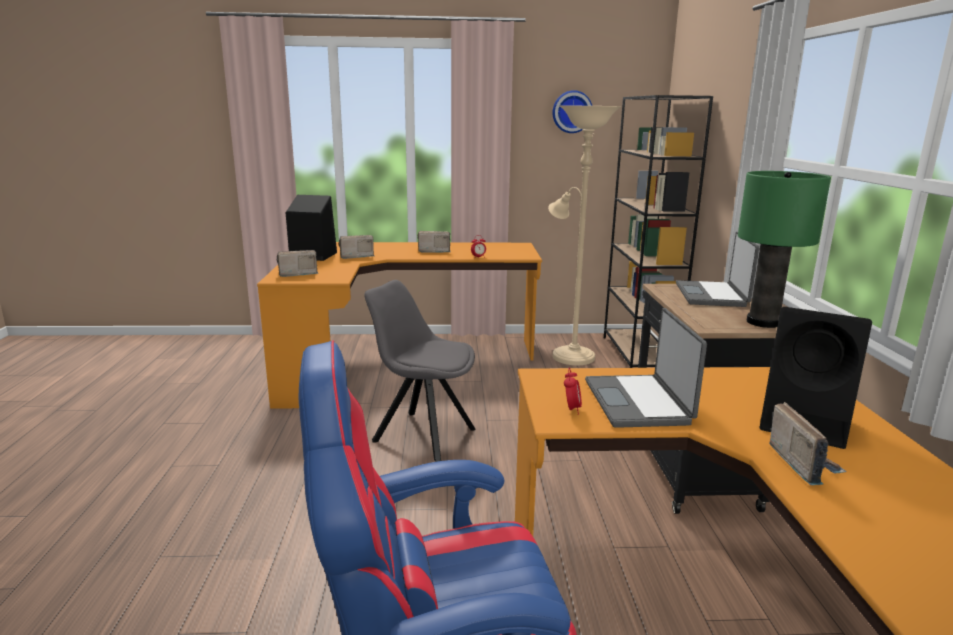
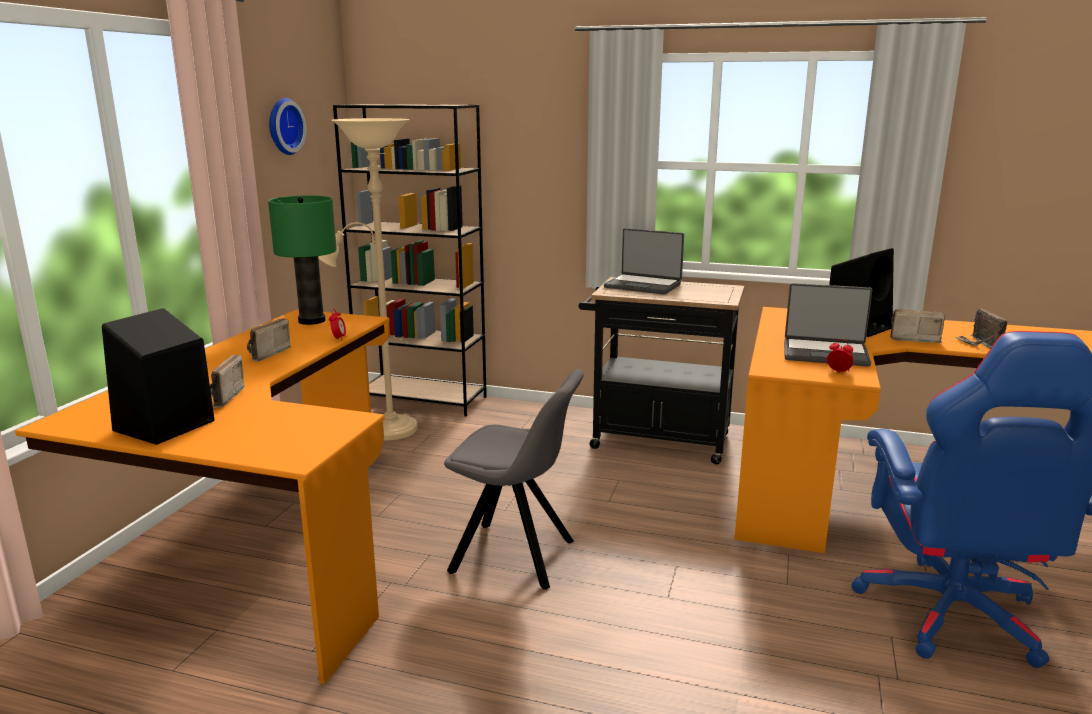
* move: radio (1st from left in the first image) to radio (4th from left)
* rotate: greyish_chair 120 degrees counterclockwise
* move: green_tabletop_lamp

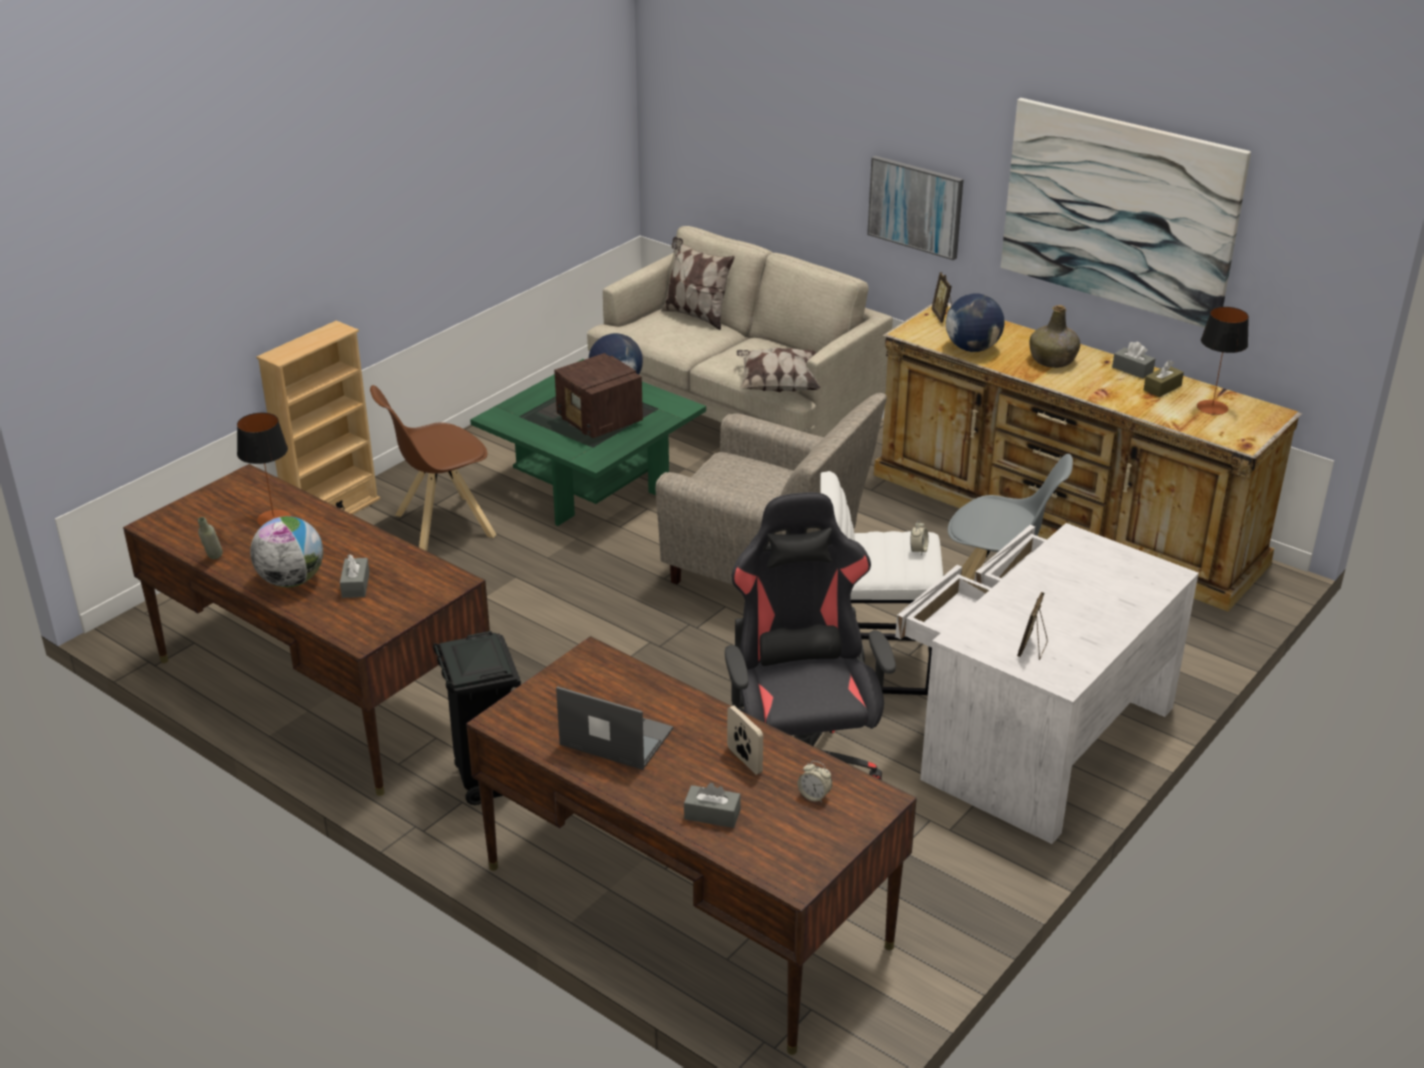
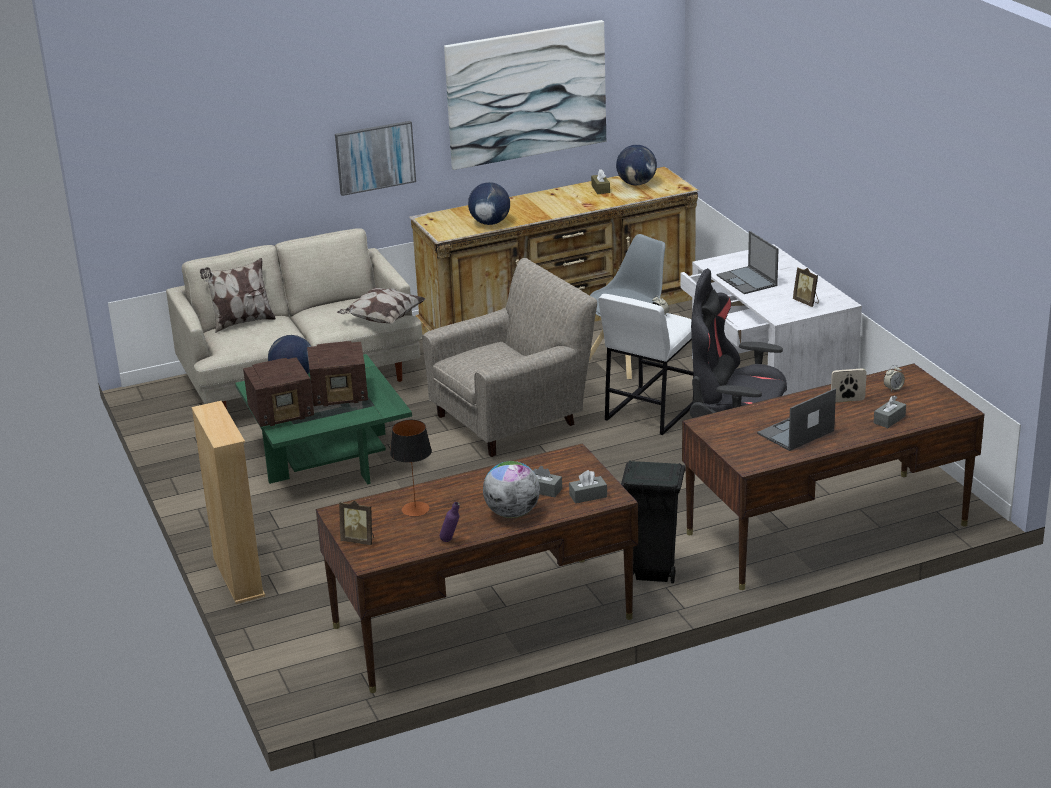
* recolor: greyish_drink_bottle to purple-coloured_drink_bottle
* delete: brownish_chair
* move: standing_frame (2nd from left in the first image) to standing_frame (1st from left)
* delete: green_drink_bottle
* move: greyish_tissue_box (3rd from left in the first image) to greyish_tissue_box (2nd from left)
* replace: tabletop_lamp (2nd from left) to world_globe (4th from left)
* insert: radio (1st from left)
* insert: portable_computer (1st from left)

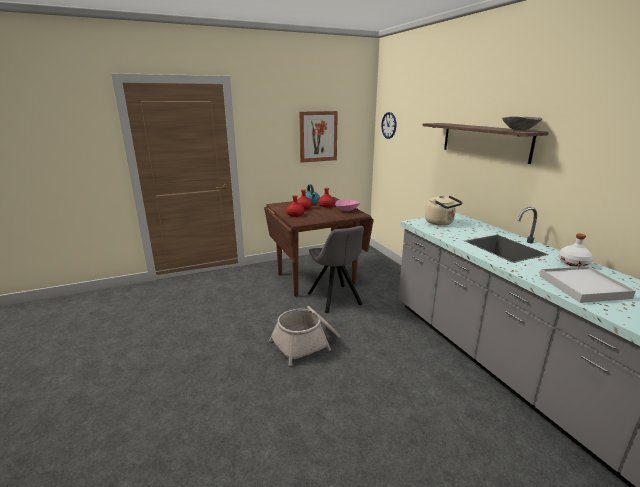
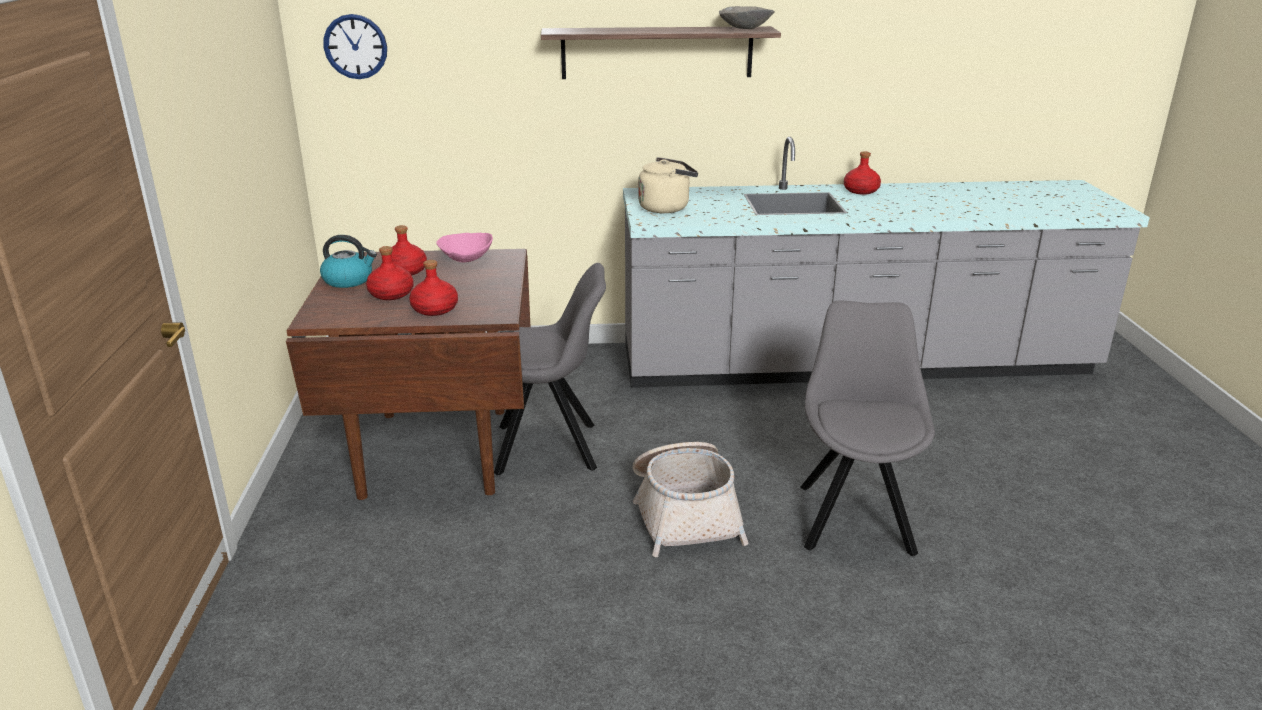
* delete: wall_art
* delete: white_carrying_tray
* recolor: white_drink_bottle to red_drink_bottle (4th from left)
* insert: greyish_chair (2nd from left)

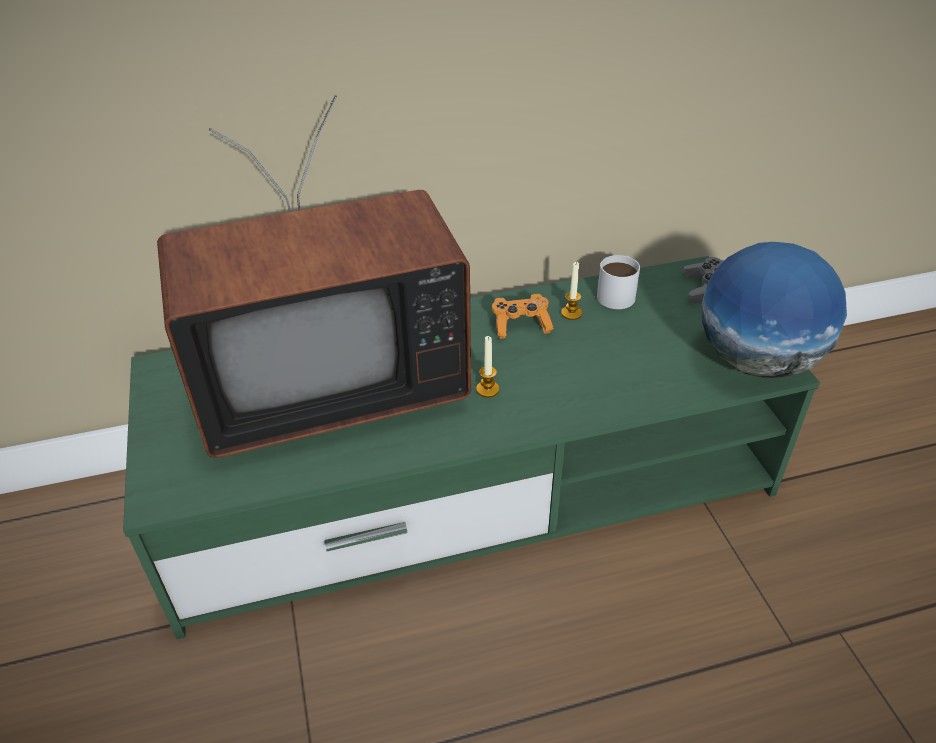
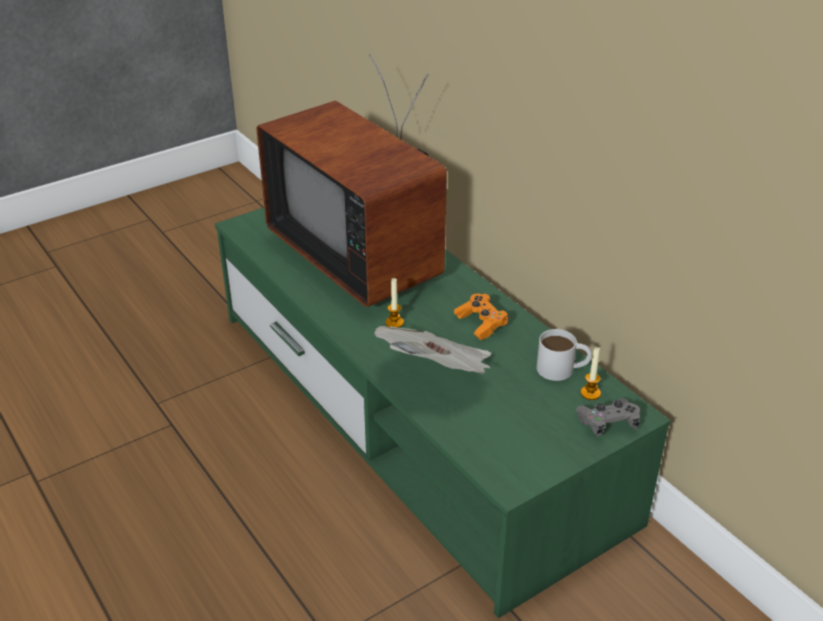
* move: candle (2nd from left)
* delete: world_globe
* insert: printed_paper

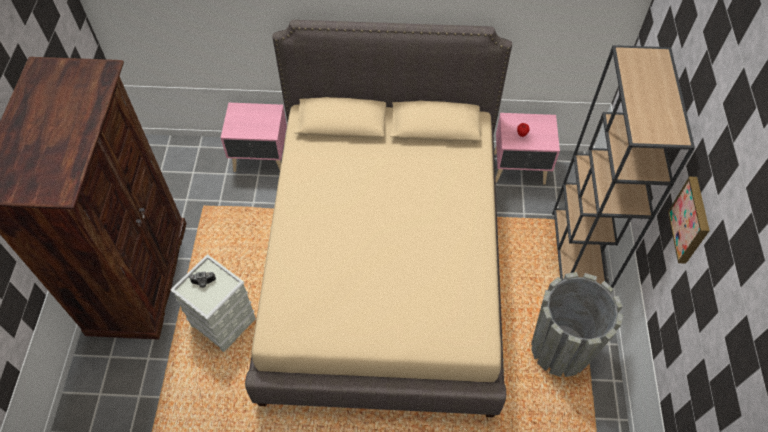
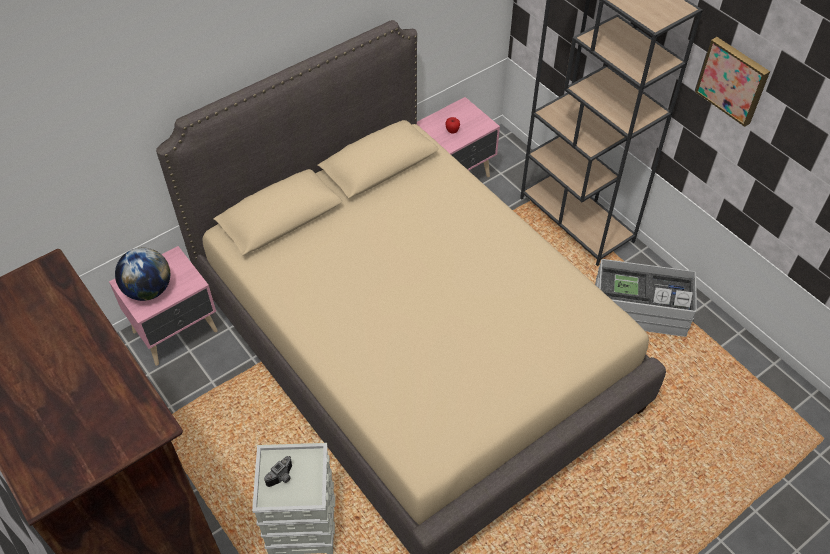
* replace: greyish_flower_pot to greyish_storage_box (2nd from left)
* insert: world_globe

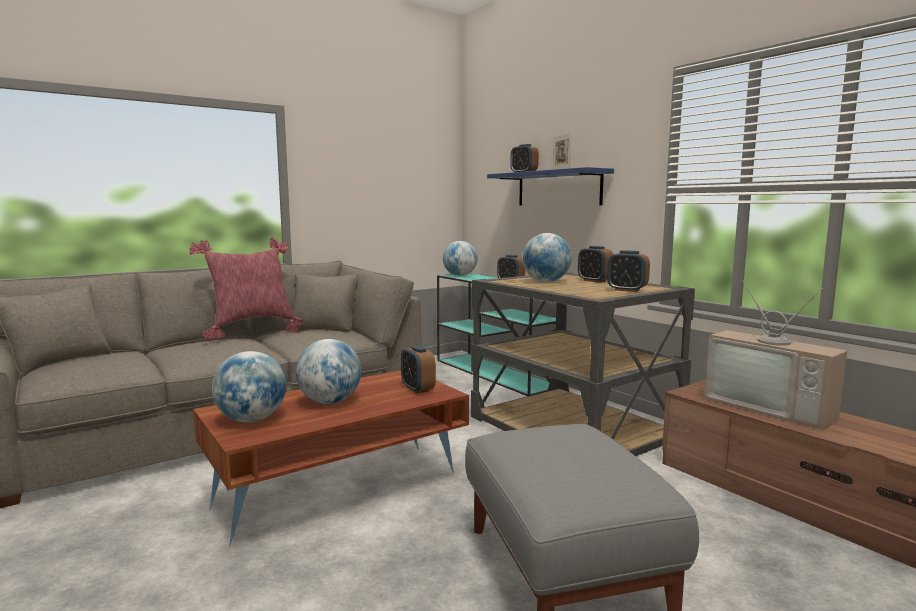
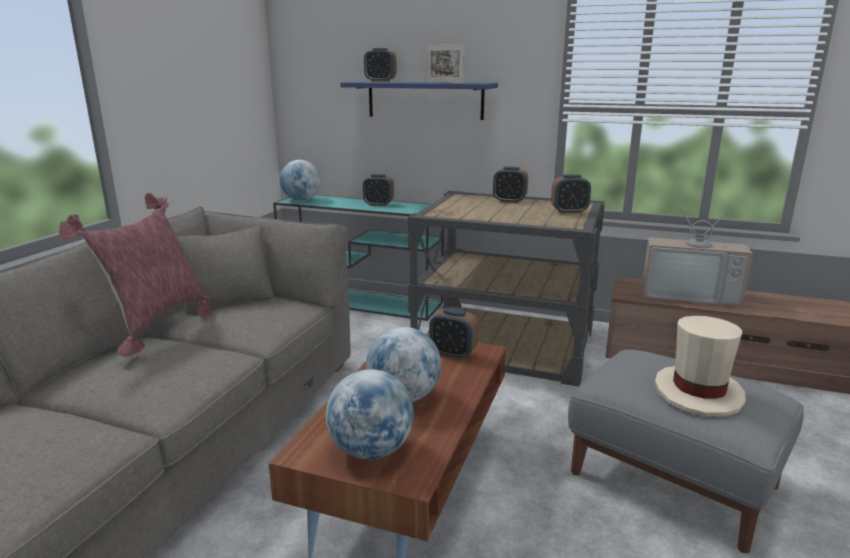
* delete: world_globe (4th from left)
* insert: beige_wearable_hat

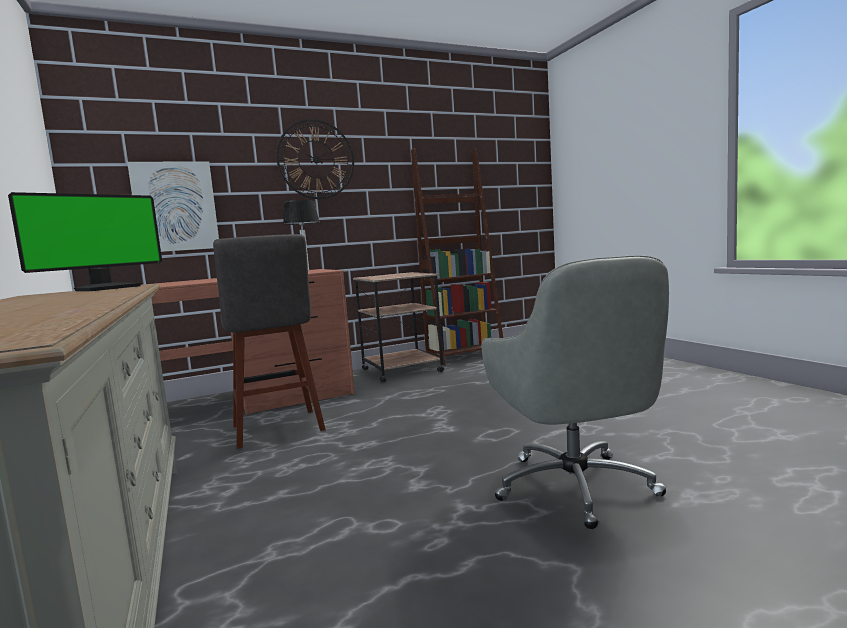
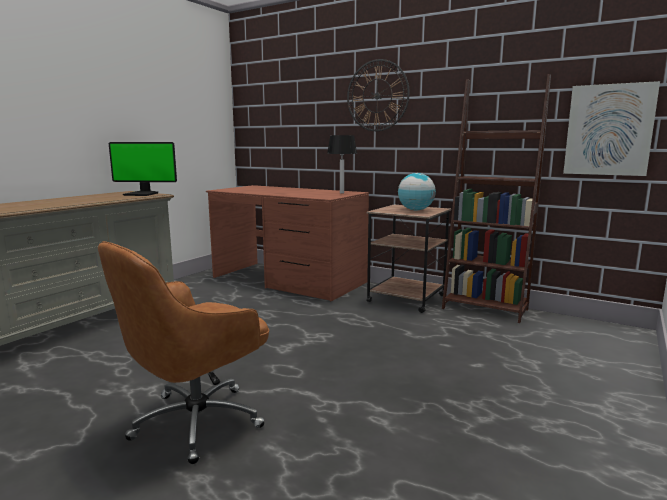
* move: wall_art
* delete: greyish_stool
* recolor: greyish_office_chair to brownish_office_chair
* insert: world_globe

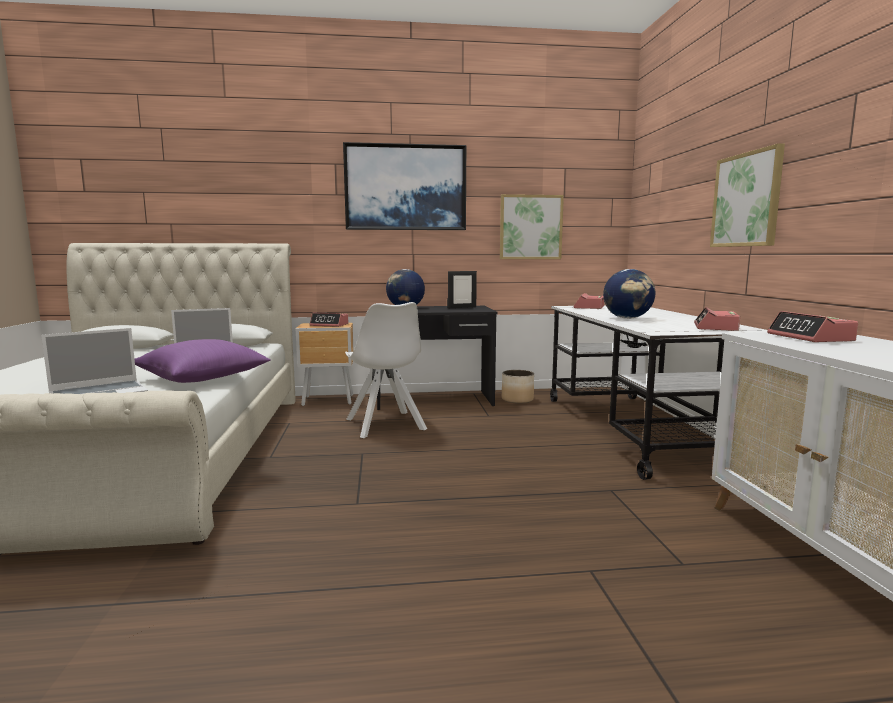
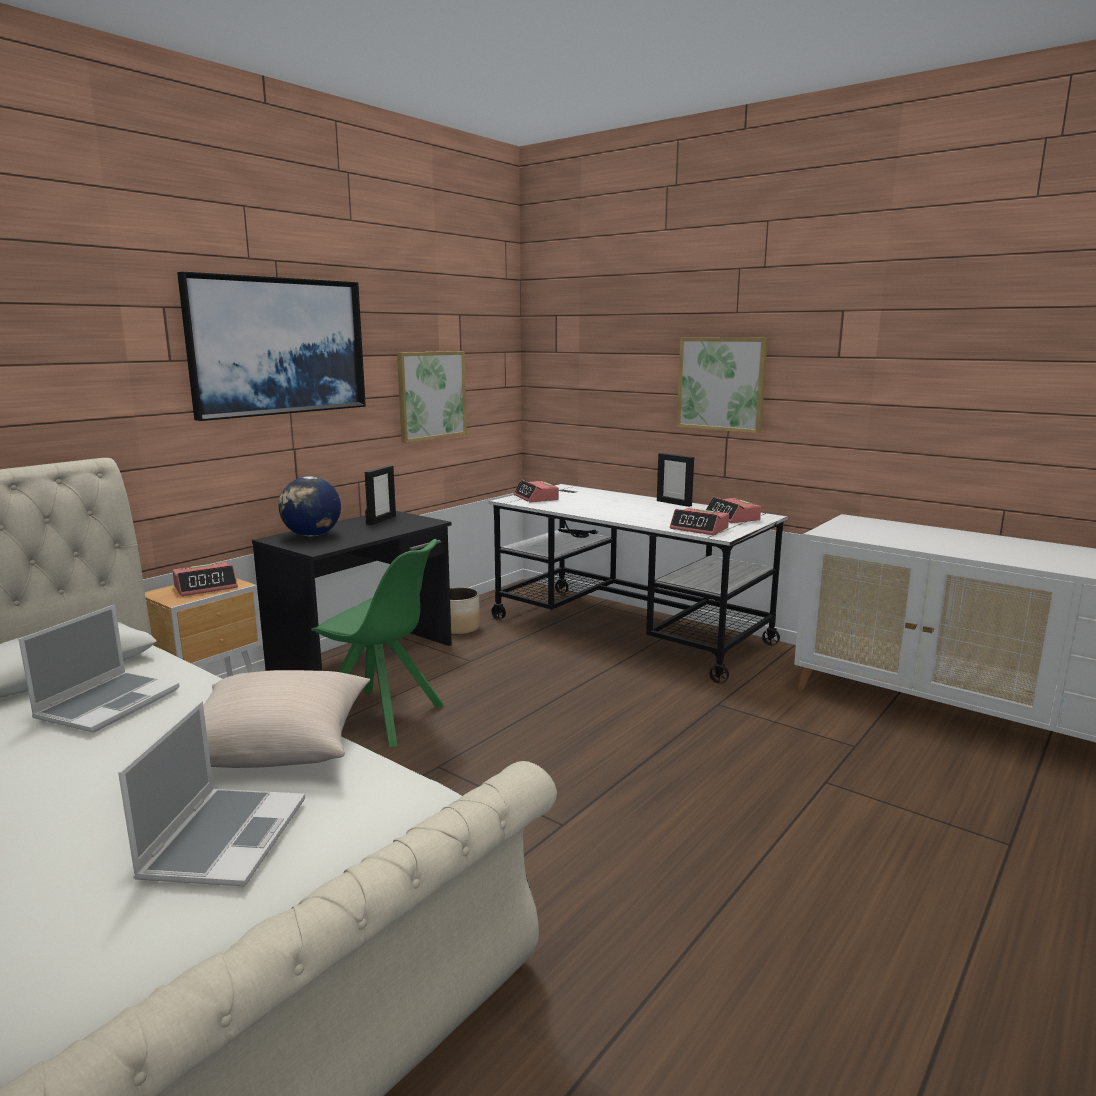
* recolor: purple-coloured_throw_pillow to beige_throw_pillow
* recolor: white_chair to green_chair
* delete: world_globe (2nd from left)
* move: alarm_clock (4th from left in the first image) to alarm_clock (3rd from left)
* insert: standing_frame (2nd from left)

